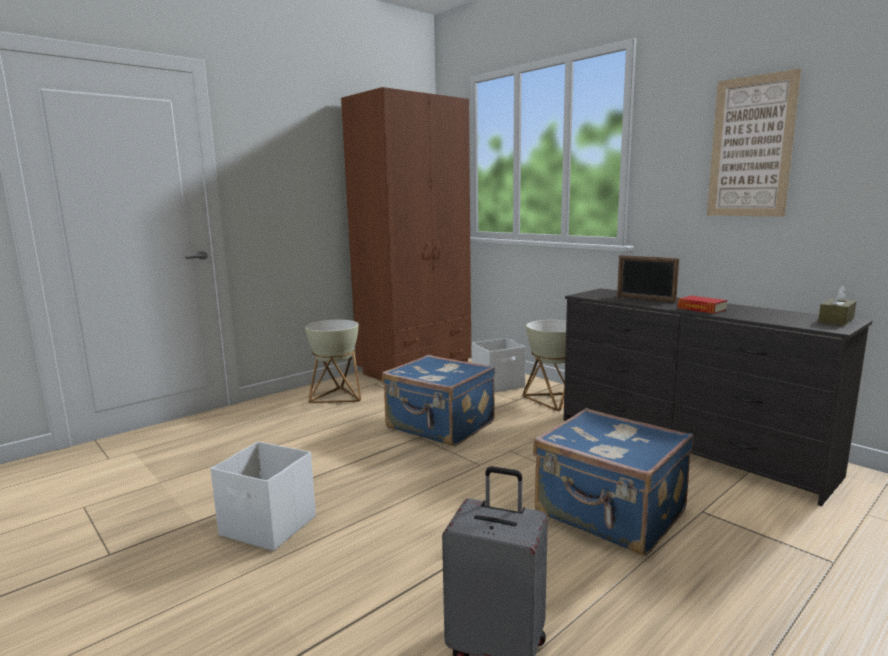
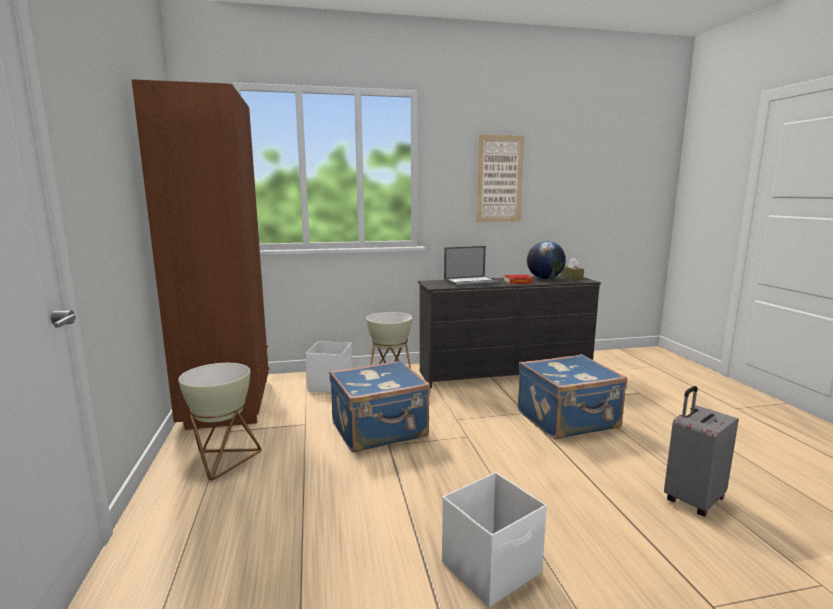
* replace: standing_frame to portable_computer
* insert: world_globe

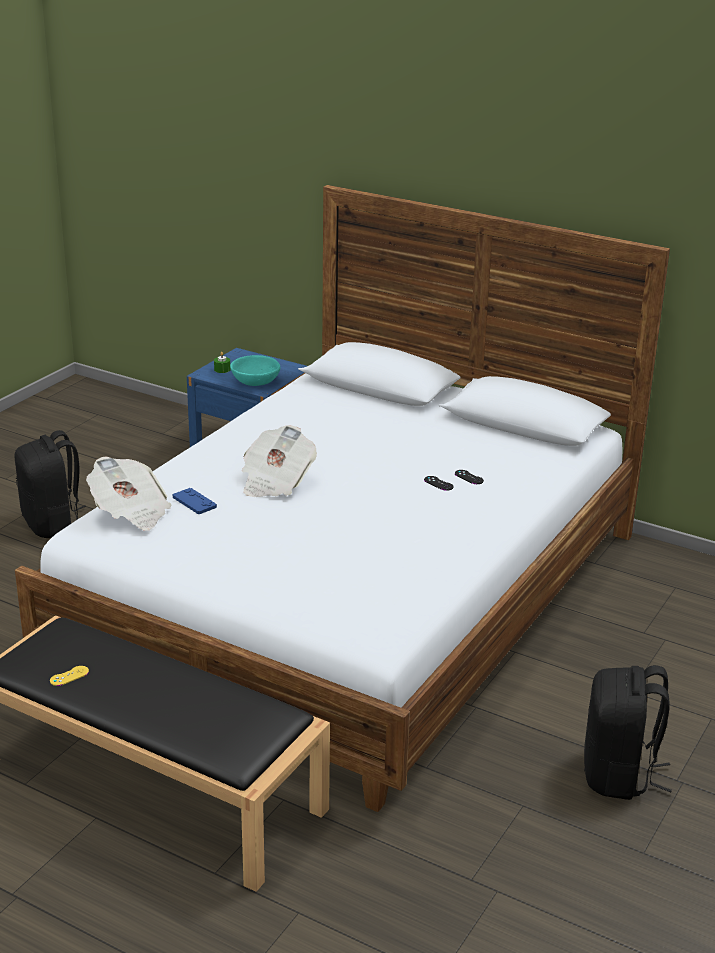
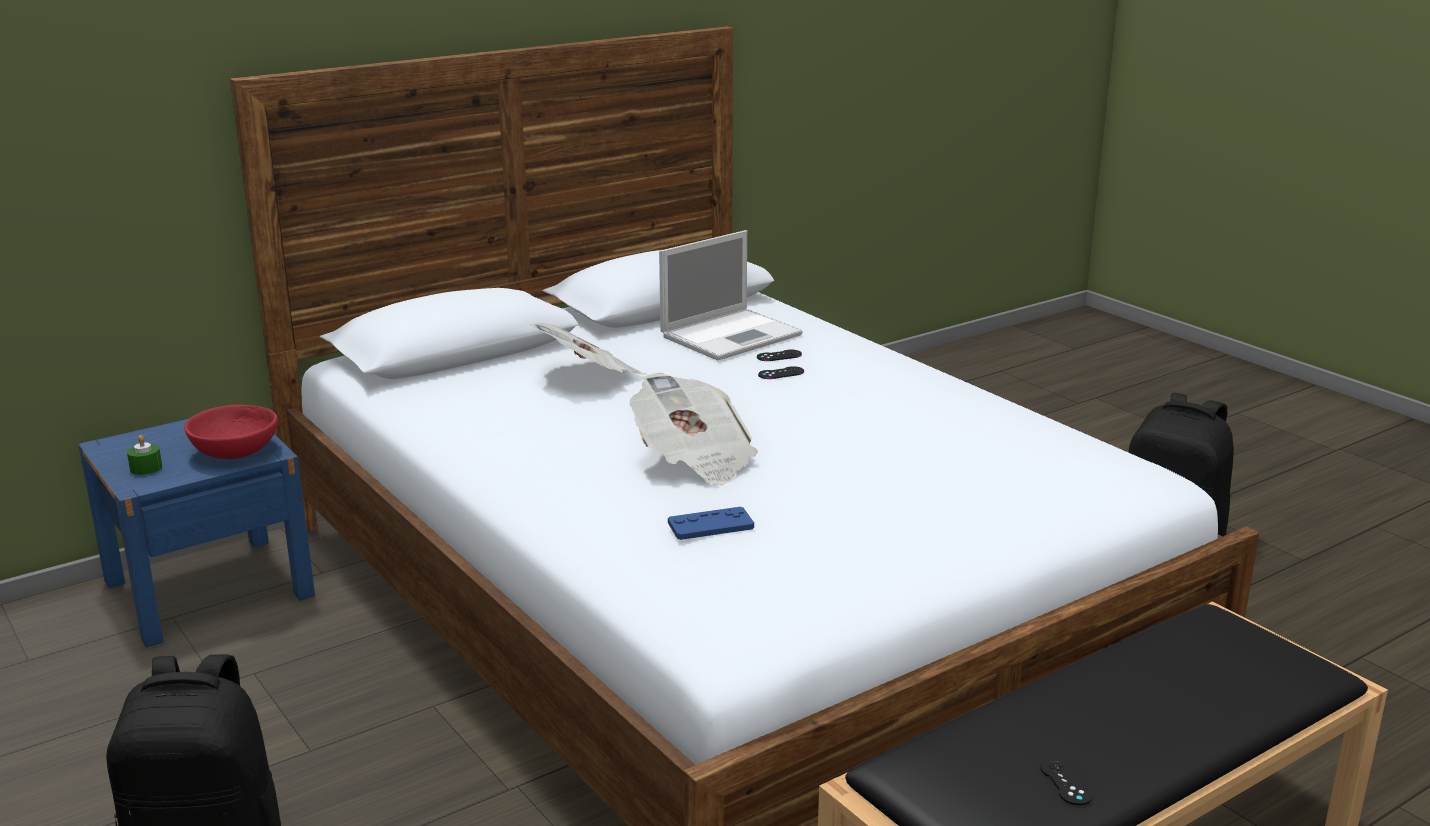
* recolor: yellow-coloured_joypad to black-coloured_joypad (3rd from left)
* move: printed_paper (1st from left)
* recolor: turquoise_serving_bowl to red_serving_bowl
* insert: portable_computer

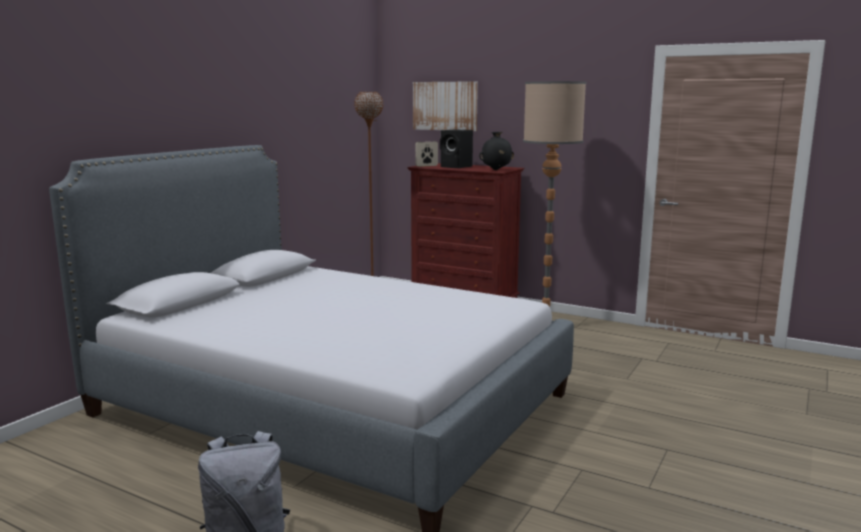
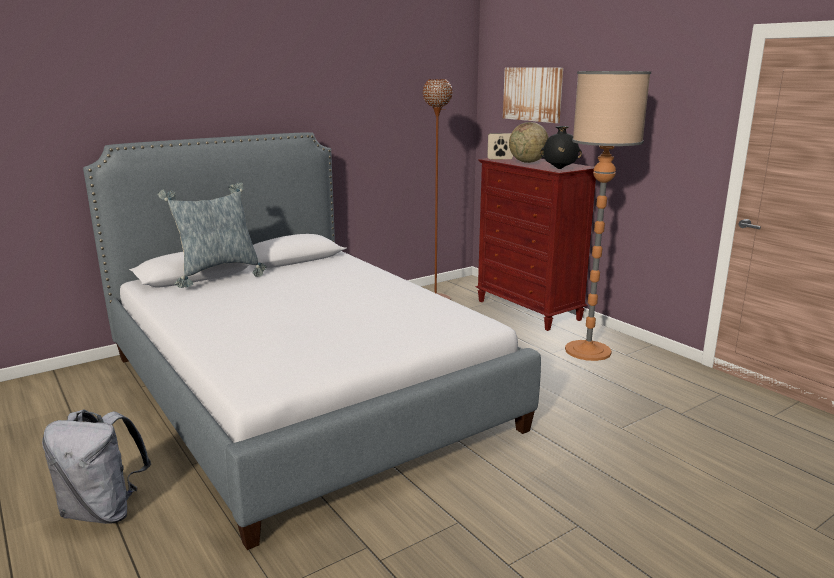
* replace: black-coloured_audio_speaker to world_globe
* insert: throw_pillow

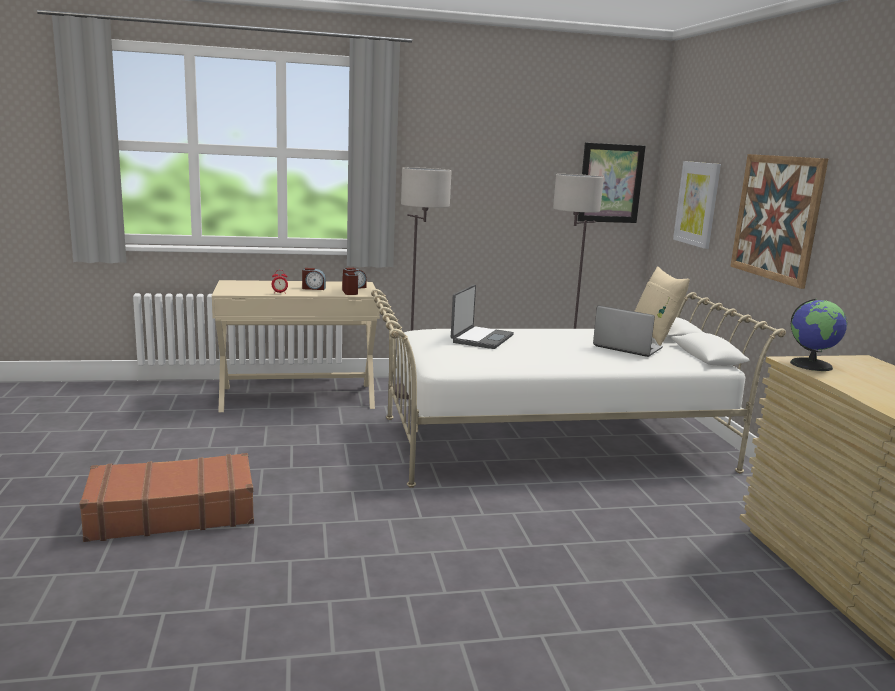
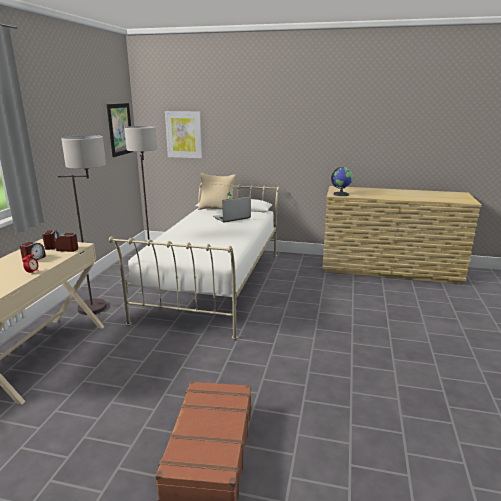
* delete: portable_computer (1st from left)
* delete: wall_art (3rd from left)

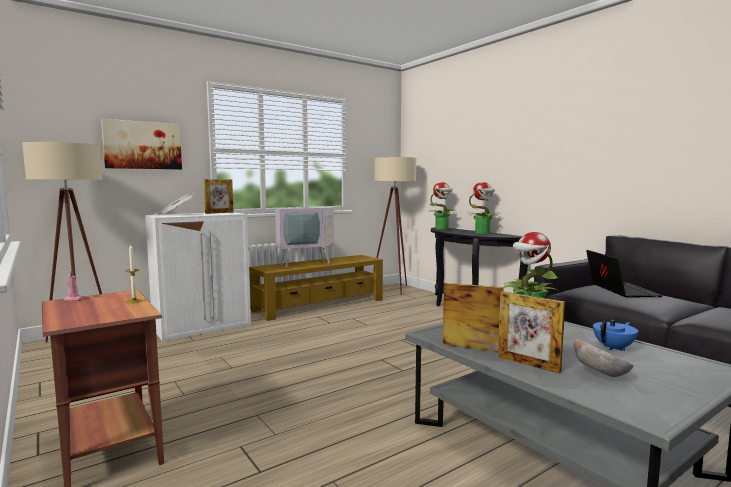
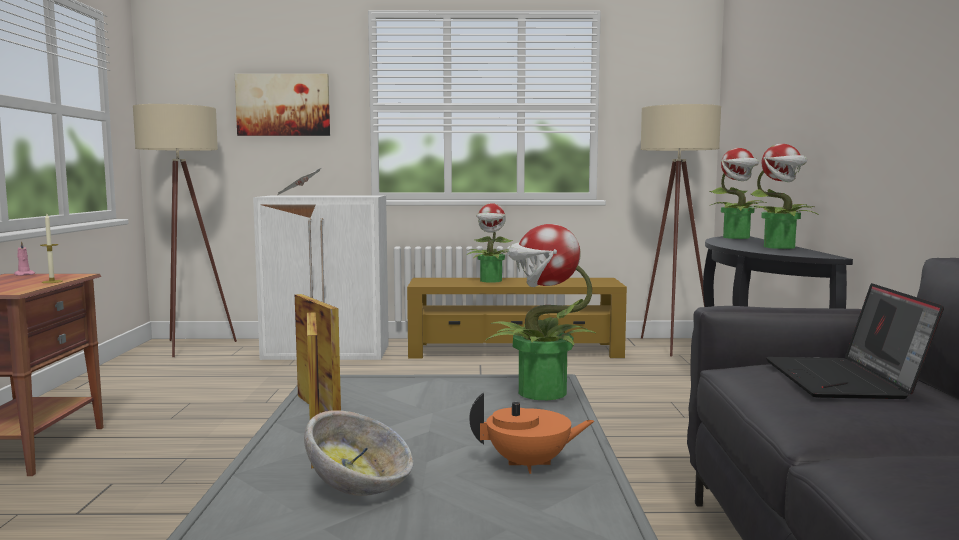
* delete: standing_frame (1st from left)
* replace: TV_set to houseplant (1st from left)
* rotate: portable_computer 150 degrees clockwise
* recolor: blue_teapot to orange-coloured_teapot

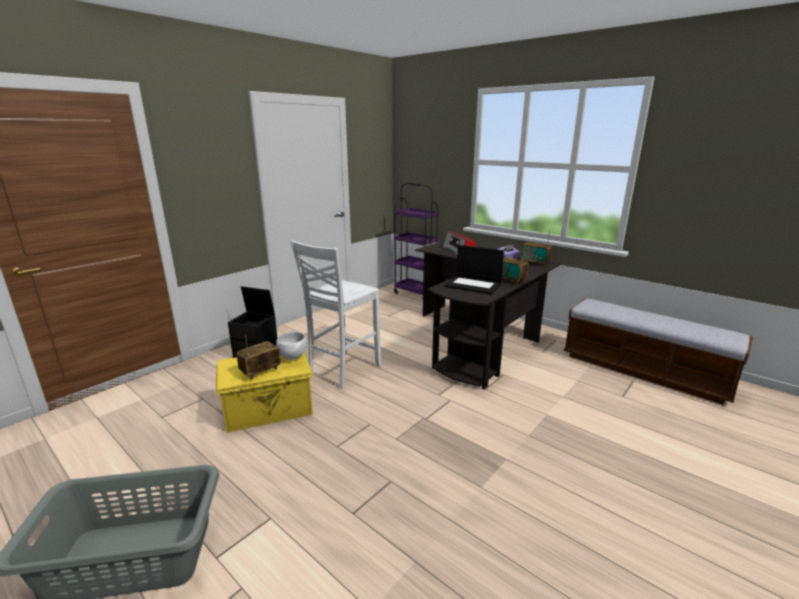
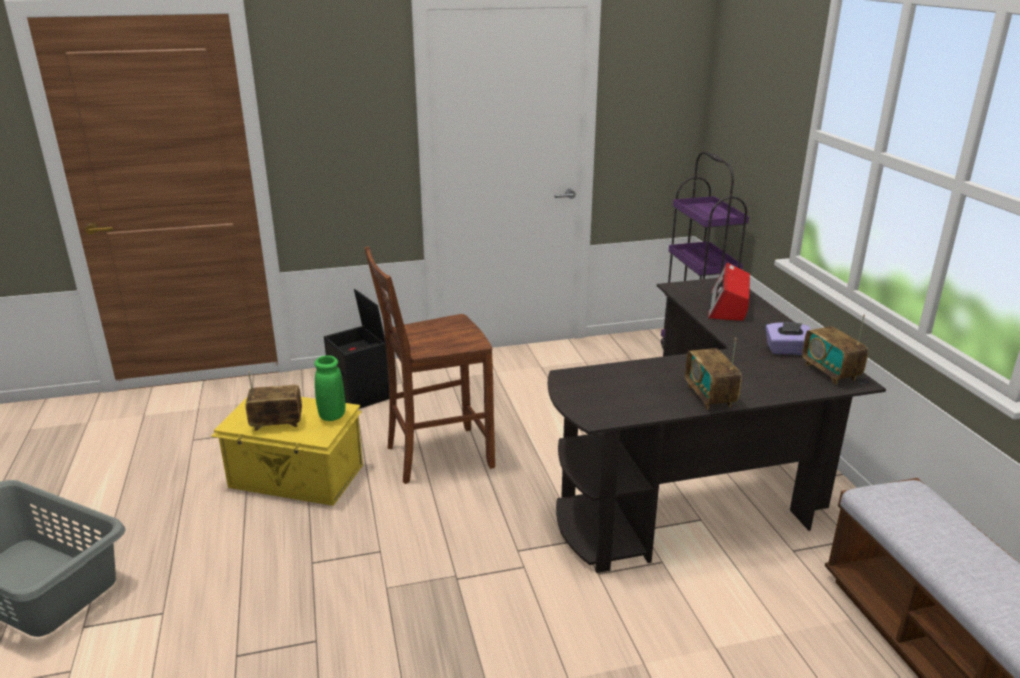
* replace: white_serving_bowl to green_vase
* recolor: white_chair to brownish_chair
* delete: portable_computer

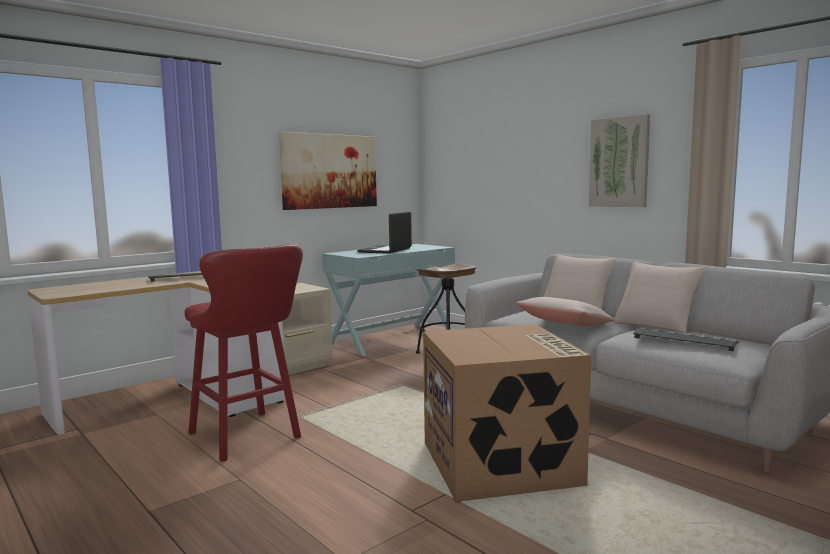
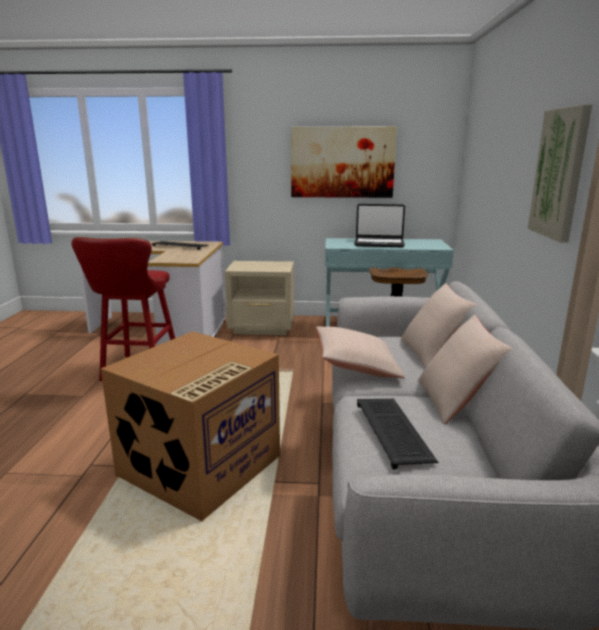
* rotate: portable_computer 150 degrees counterclockwise

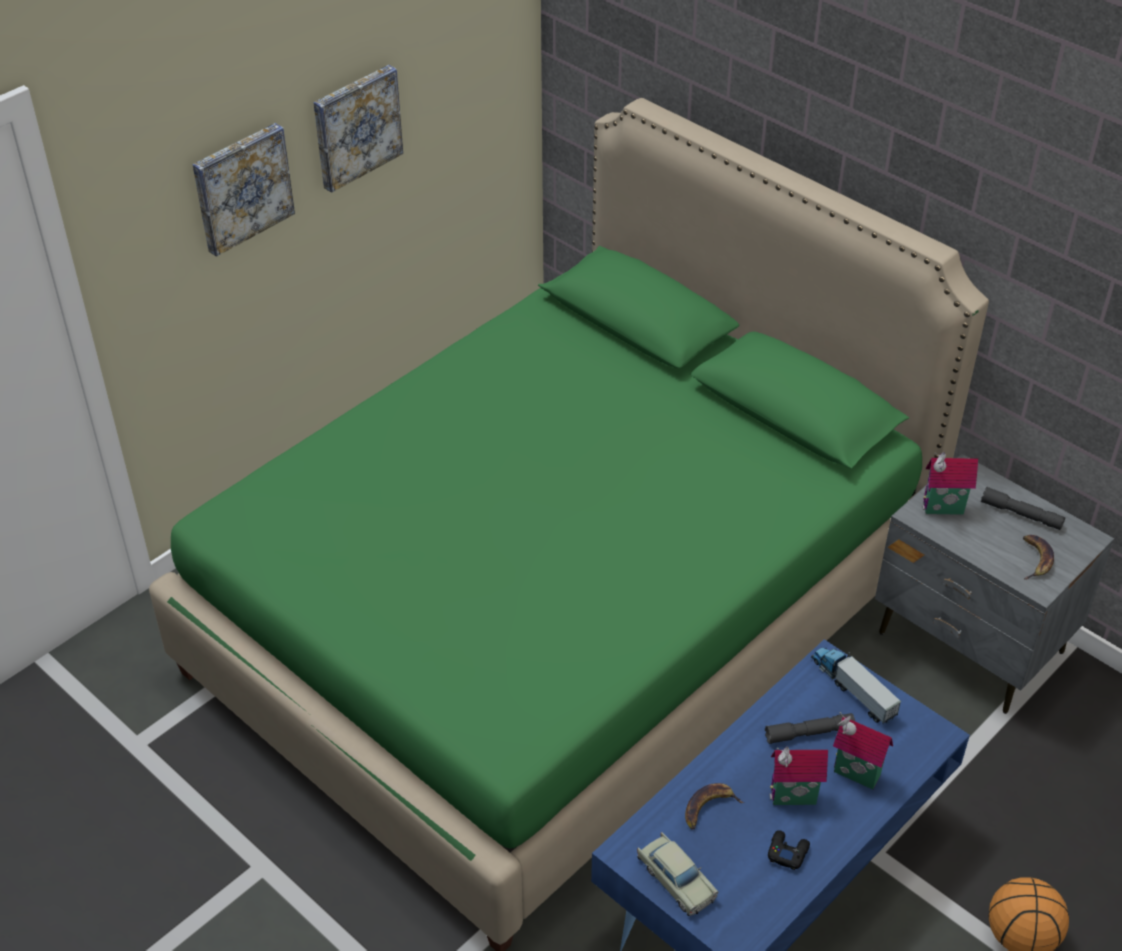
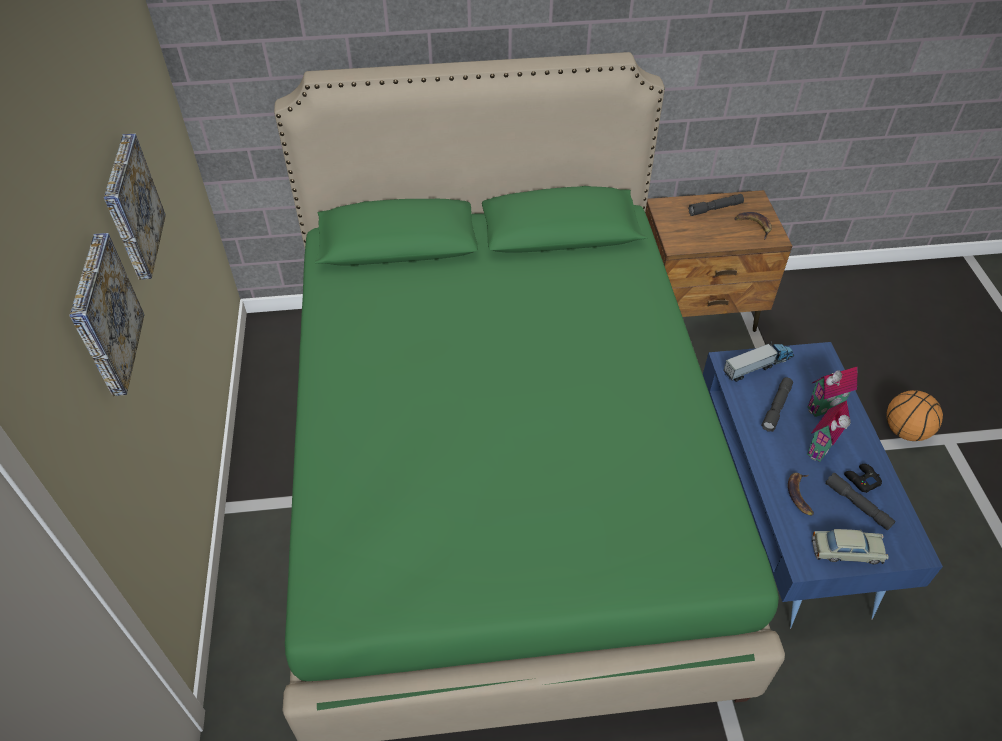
* rotate: model_truck 150 degrees clockwise
* recolor: greyish_night_table to brownish_night_table
* delete: toy_house (3rd from left)
* insert: greyish_torch (3rd from left)

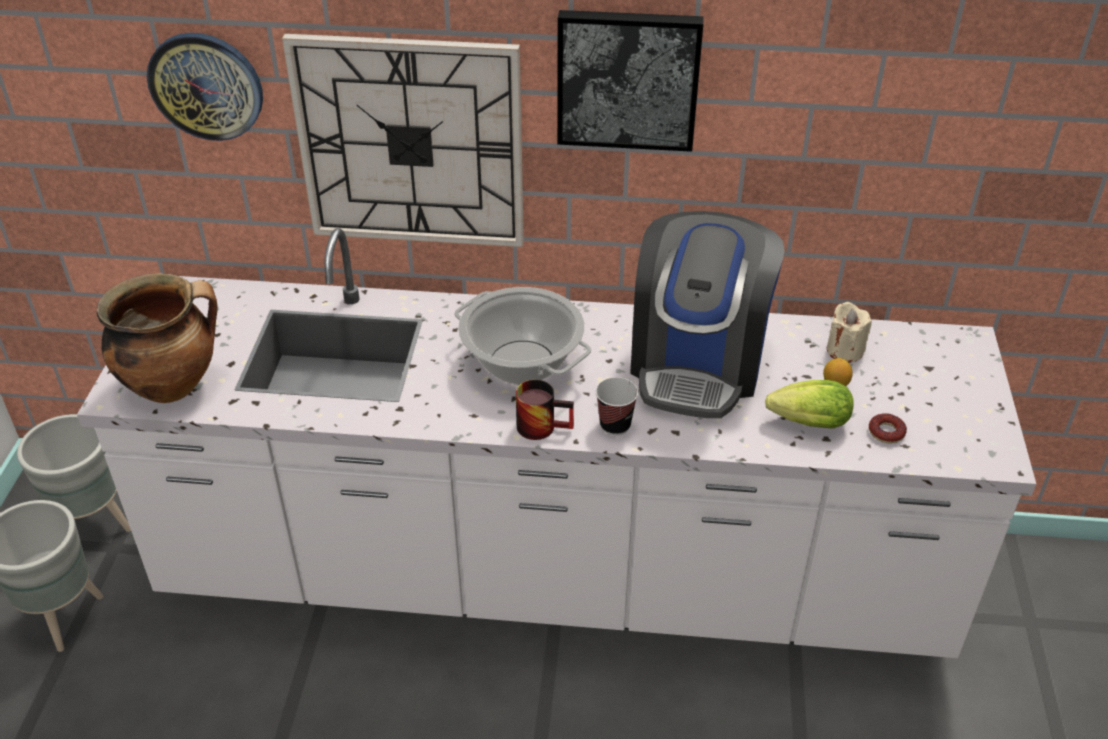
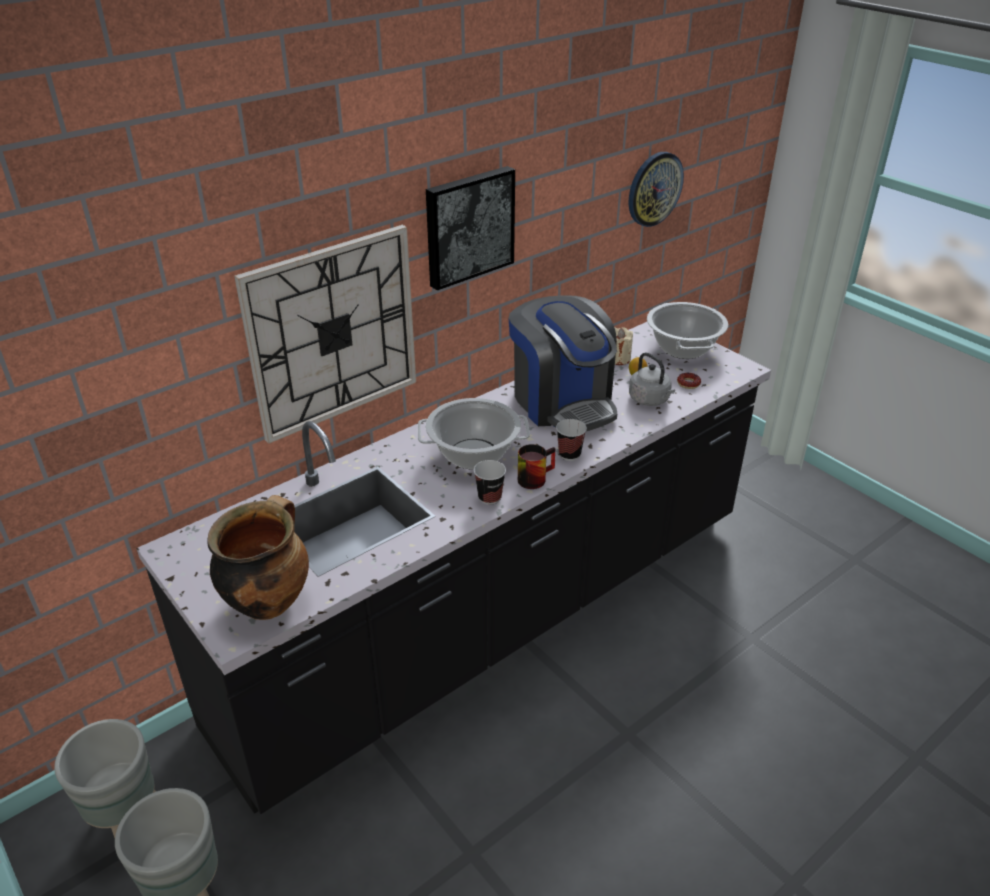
* recolor: white_kitchen_base_unit to black-coloured_kitchen_base_unit
* move: wall_clock (1st from left in the first image) to wall_clock (2nd from left)
* replace: head_of_lettuce to greyish_kettle
* insert: cup (1st from left)
* insert: stockpot (3rd from left)

